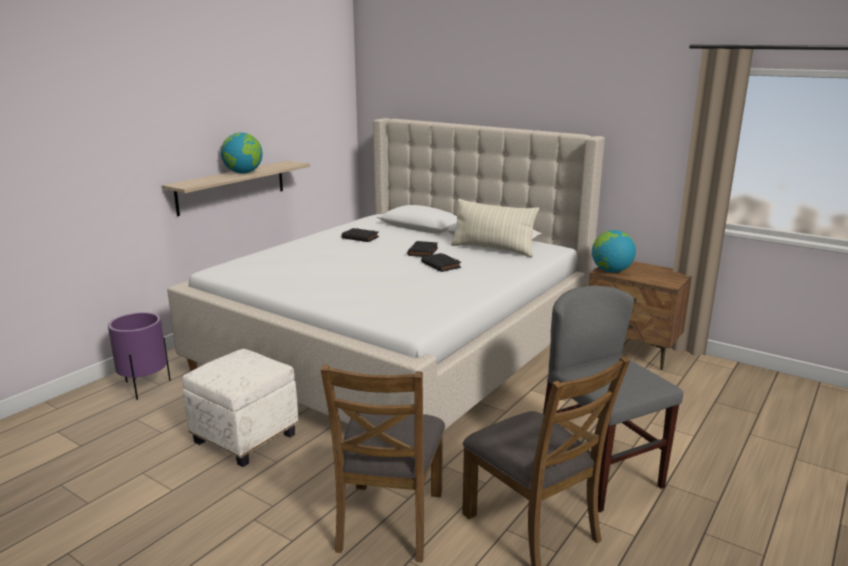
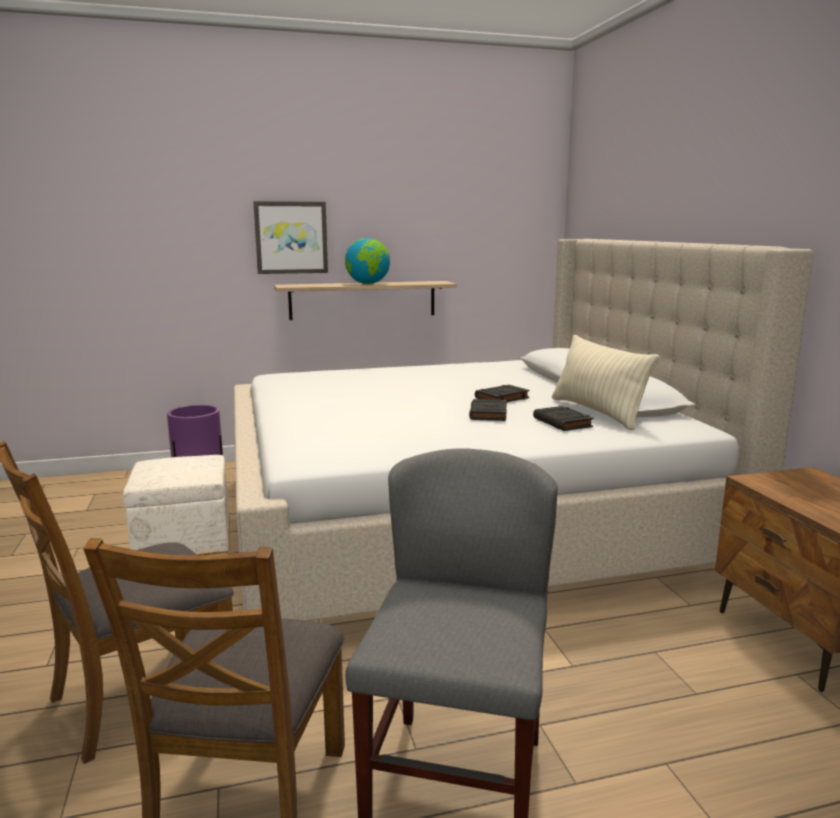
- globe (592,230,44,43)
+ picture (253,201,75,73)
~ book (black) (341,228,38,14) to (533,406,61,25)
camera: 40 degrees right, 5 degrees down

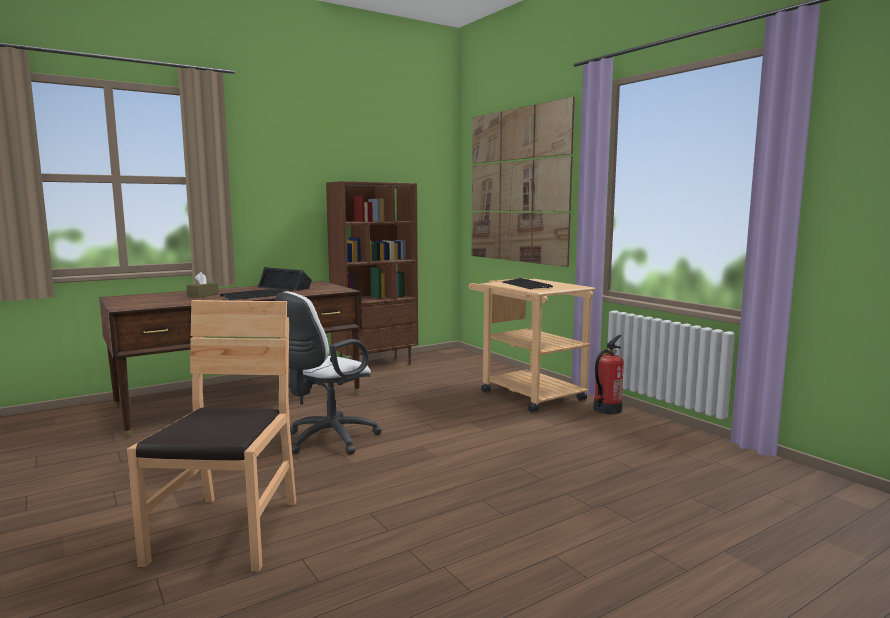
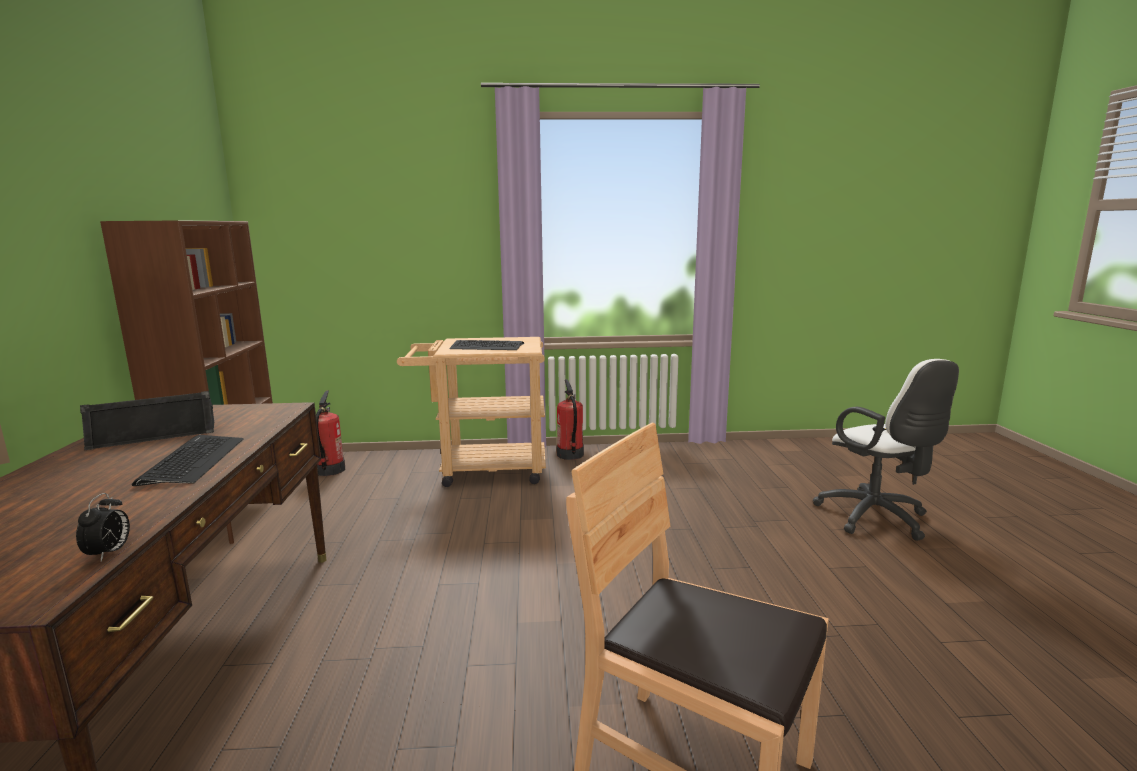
- tissue box (brown) (186,272,33,26)
- picture (472,97,103,170)
+ alarm clock (76,493,54,68)
+ fire extinguisher (316,391,29,85)
~ office chair (white) (275,291,107,164) to (813,359,146,182)
camera: 60 degrees left, 5 degrees up

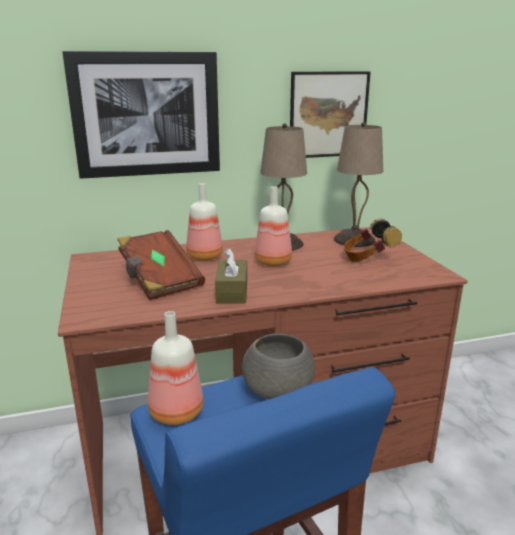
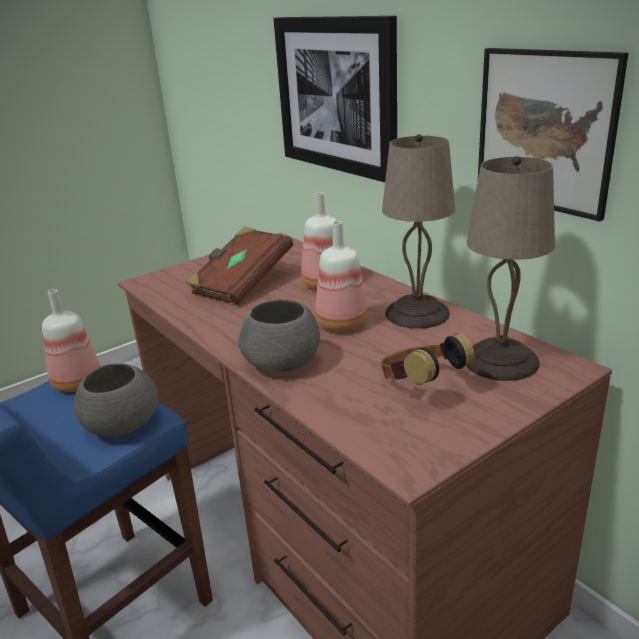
- tissue box (brown) (215,248,32,56)
+ bowl (grey) (237,299,83,73)
camera: 70 degrees right, 5 degrees up

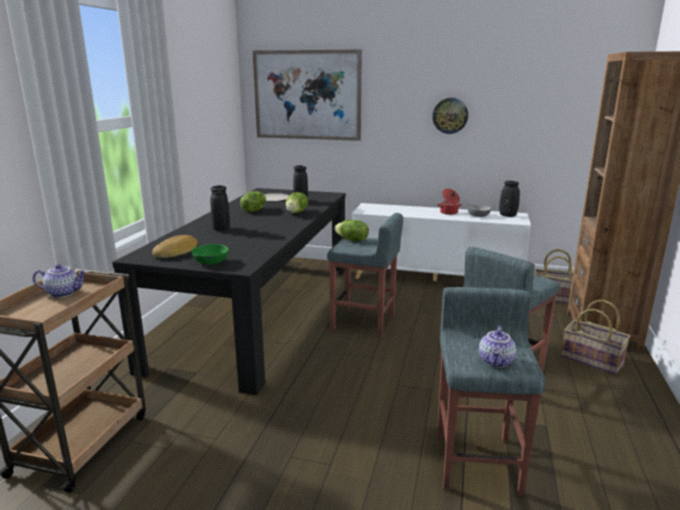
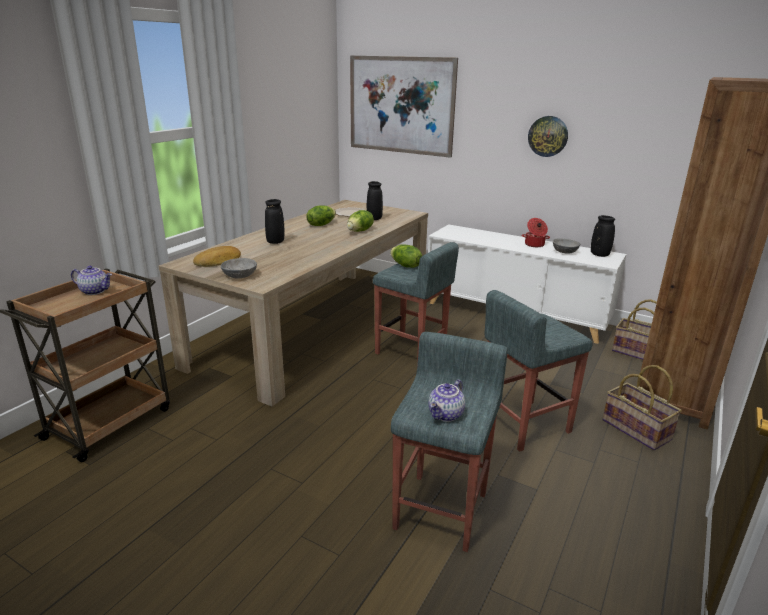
~ dining table (black) (112,188,233,207) to dining table (beige) (159,200,269,206)
~ bowl (green) (191,244,38,21) to bowl (grey) (221,258,36,20)
camera: 15 degrees right, 5 degrees up

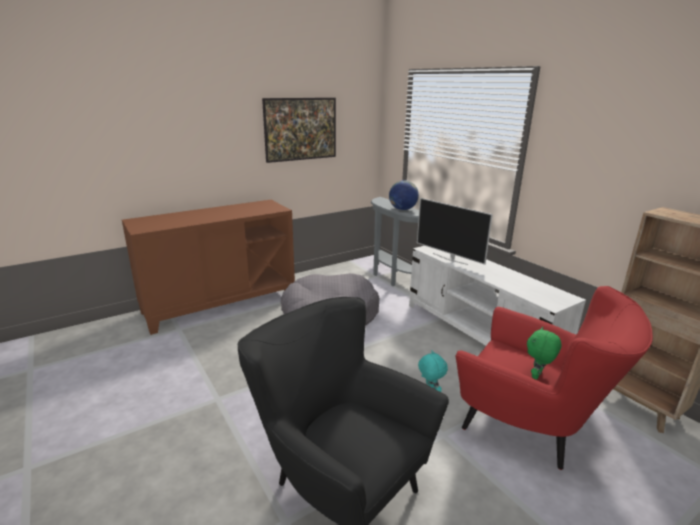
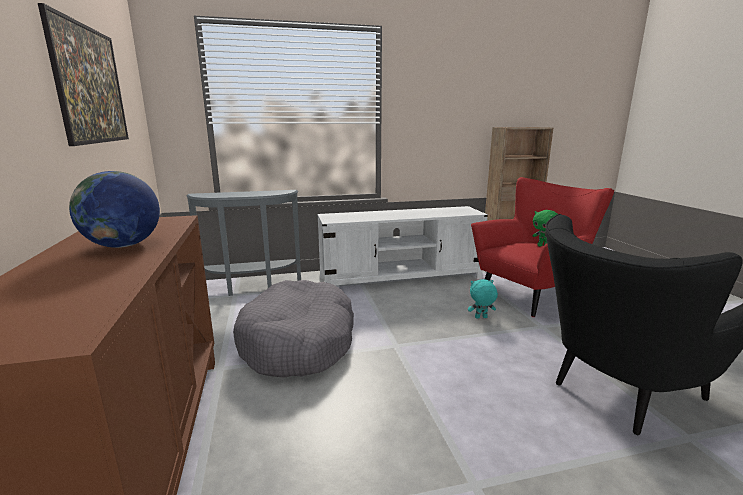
- television (417,198,76,67)
~ globe (389,180,30,30) to (69,171,91,77)
camera: 70 degrees left, 5 degrees down

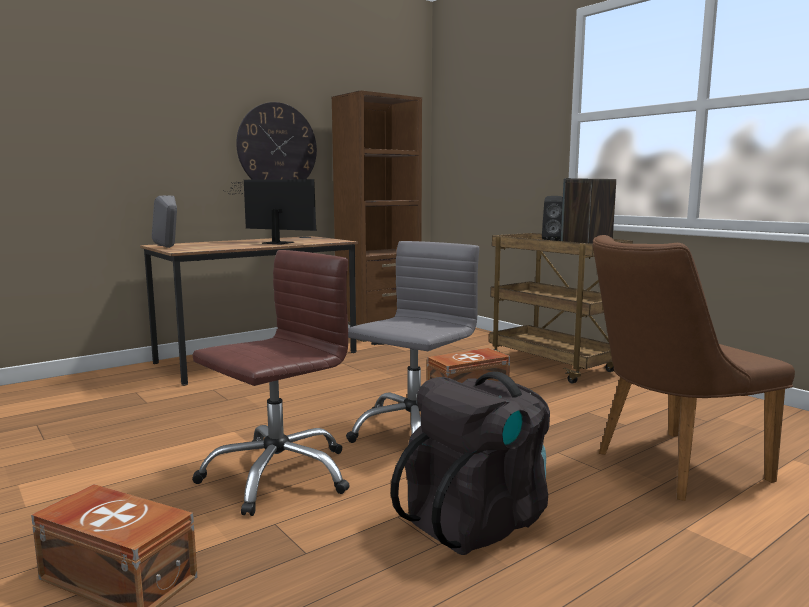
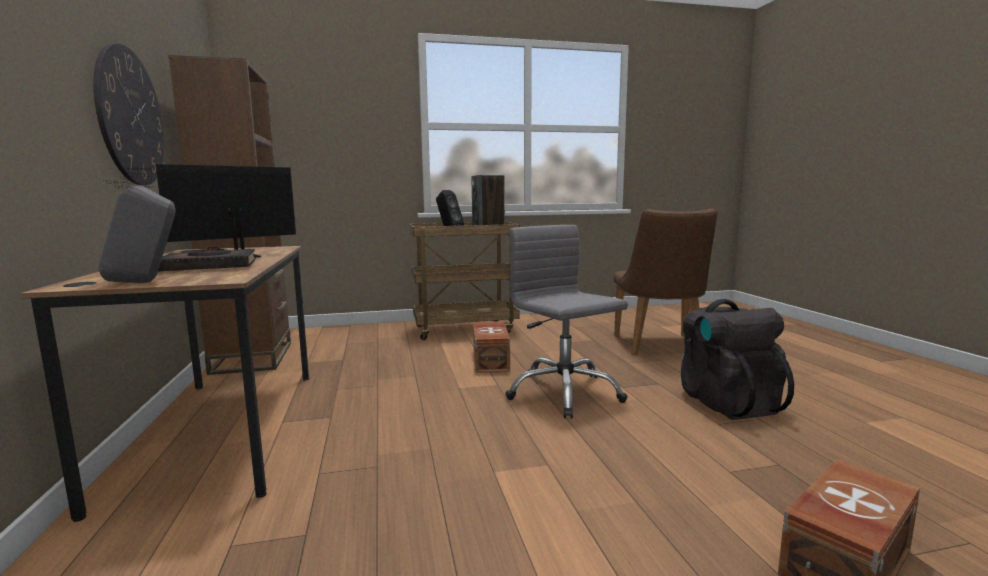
- office chair (brown) (192,250,158,266)
+ book (black) (158,247,98,24)
camera: 65 degrees left, 0 degrees up

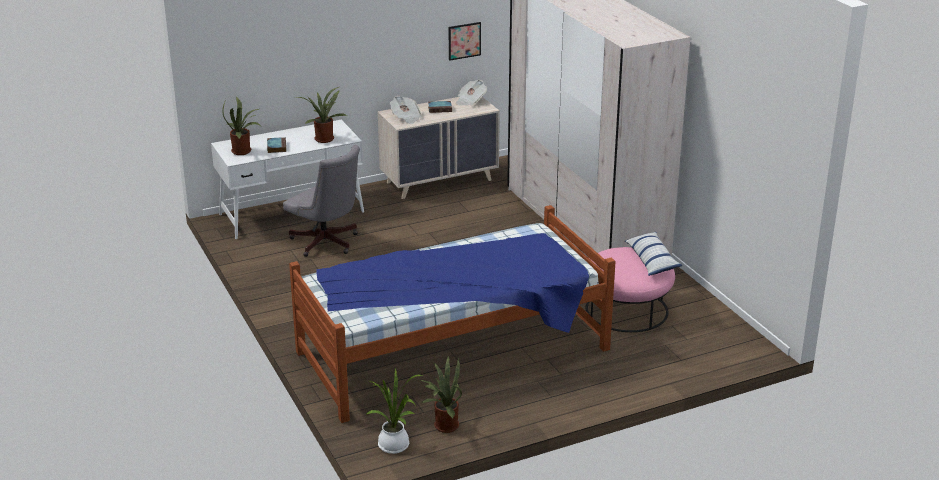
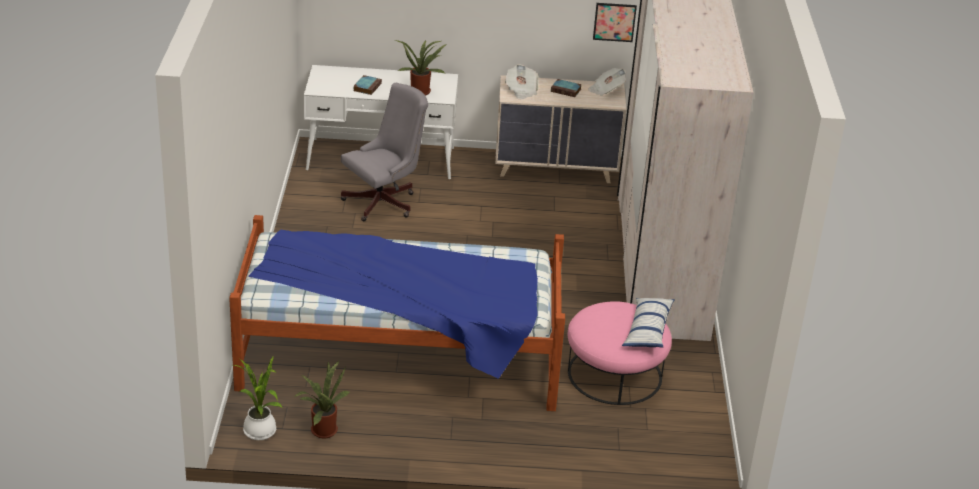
- potted plant (222,97,38,58)
~ office chair (grey) (283,145,77,112) = (341,83,87,138) 105 degrees counterclockwise
camera: 25 degrees right, 5 degrees up

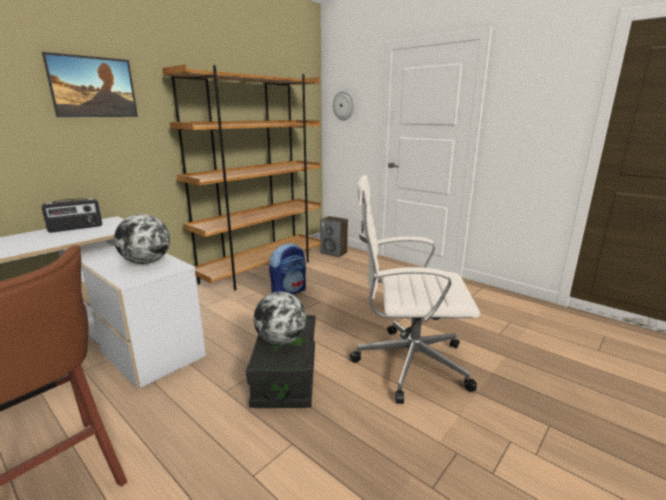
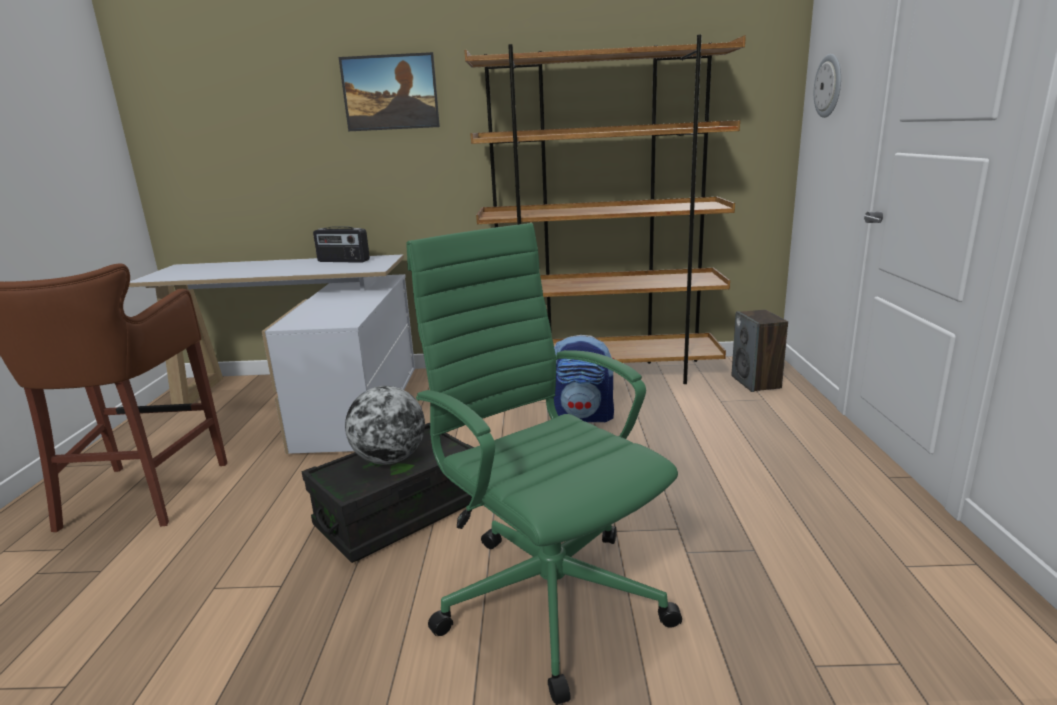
- globe (114,214,56,50)
~ office chair (white) (350,175,130,229) to office chair (green) (406,223,276,482)
camera: 50 degrees right, 0 degrees up

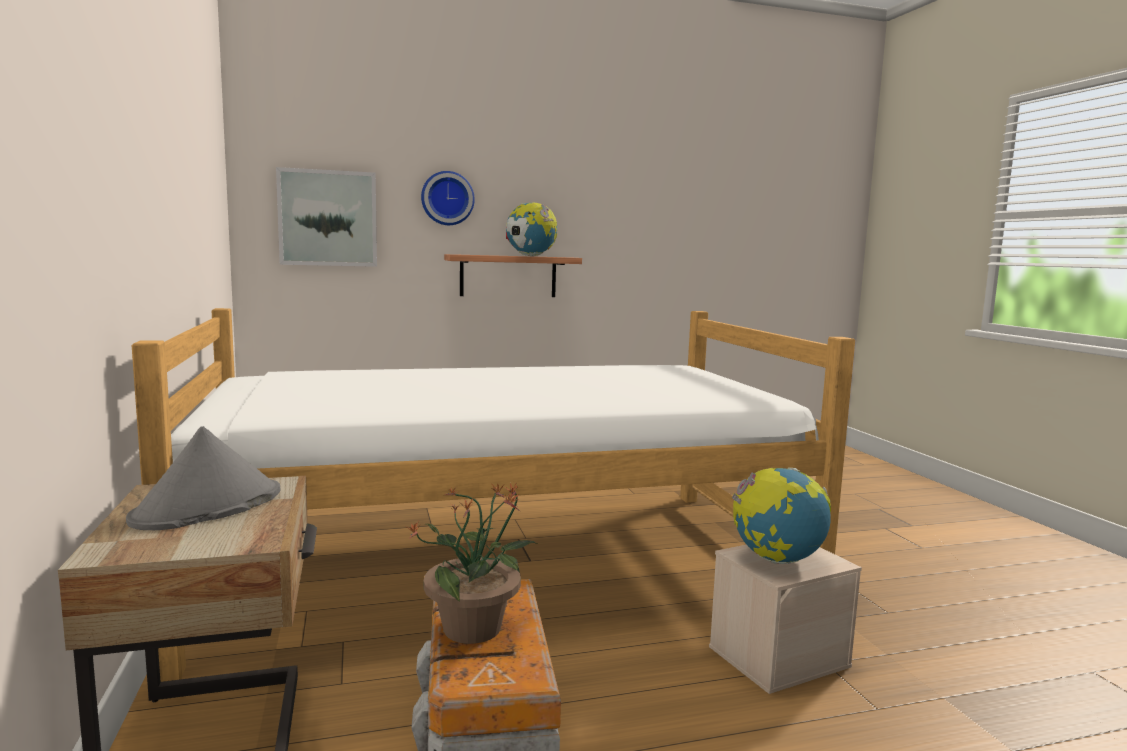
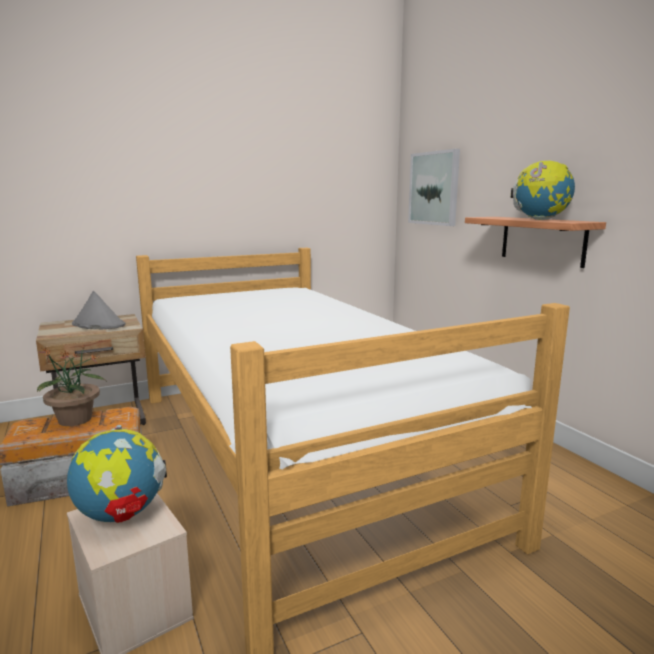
- wall clock (421,171,54,54)
camera: 80 degrees right, 5 degrees up

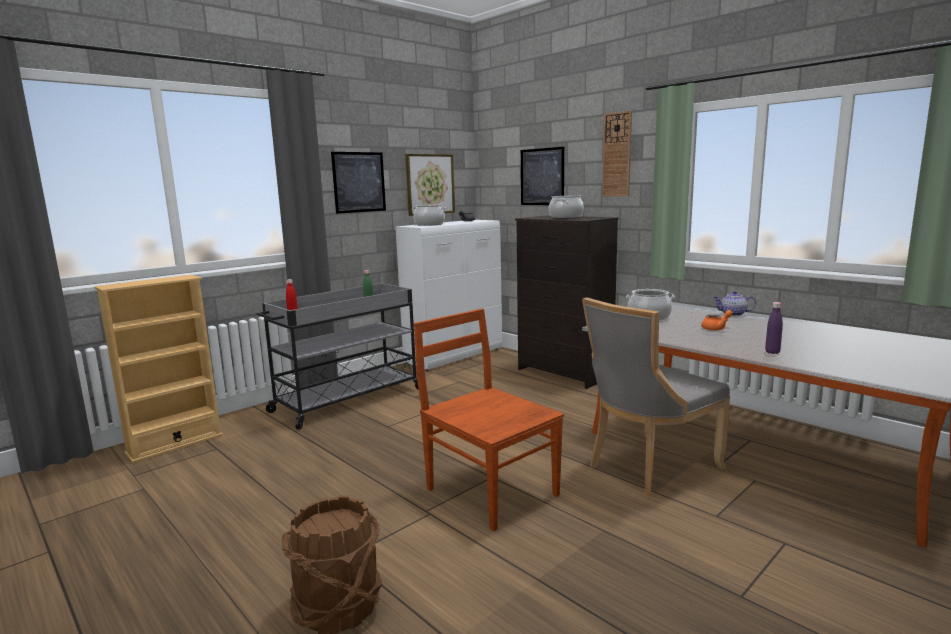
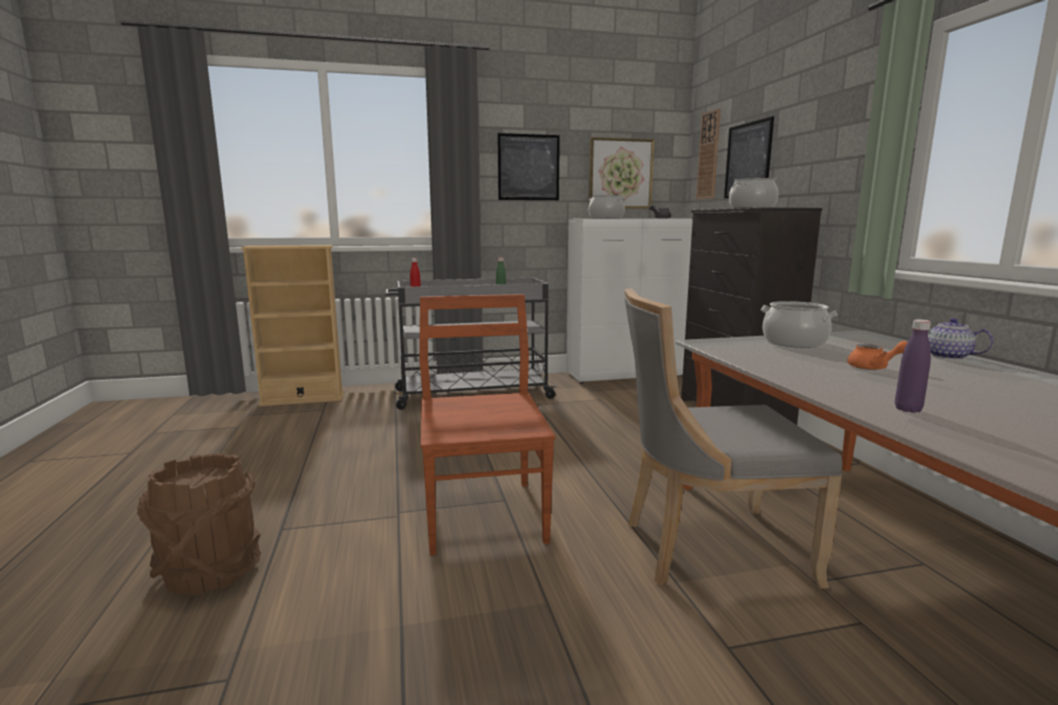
~ wall clock (602,110,30,87) to (696,108,25,91)
camera: 30 degrees right, 0 degrees up

